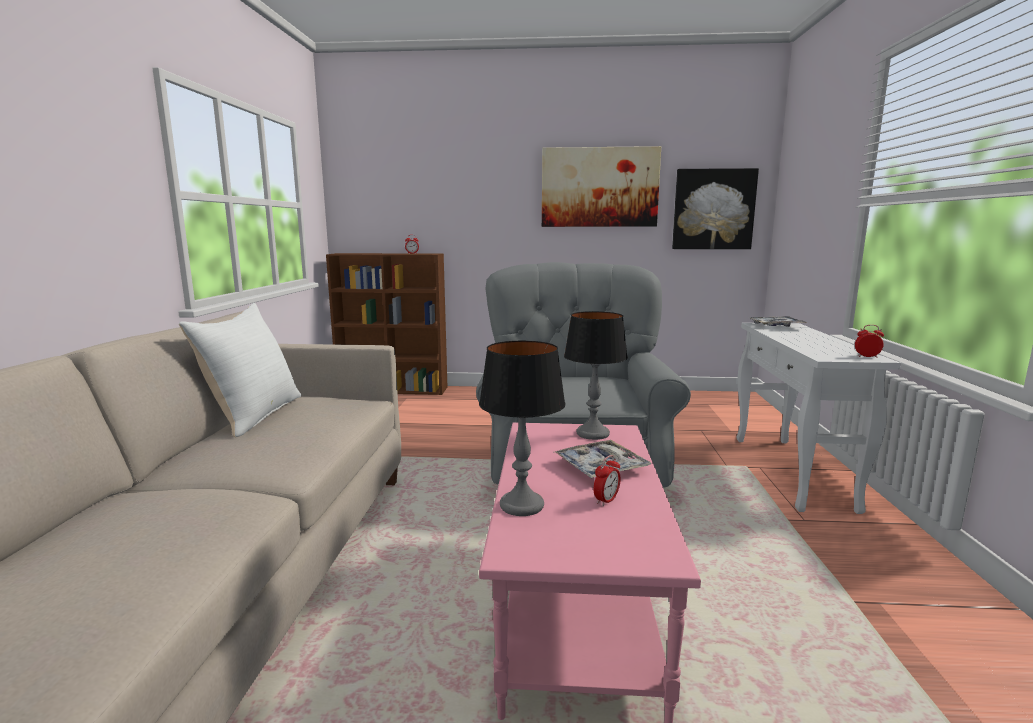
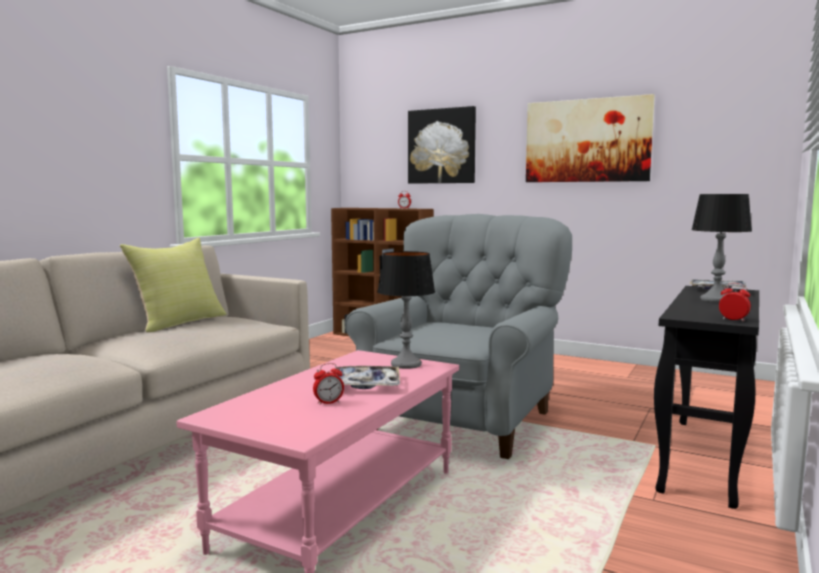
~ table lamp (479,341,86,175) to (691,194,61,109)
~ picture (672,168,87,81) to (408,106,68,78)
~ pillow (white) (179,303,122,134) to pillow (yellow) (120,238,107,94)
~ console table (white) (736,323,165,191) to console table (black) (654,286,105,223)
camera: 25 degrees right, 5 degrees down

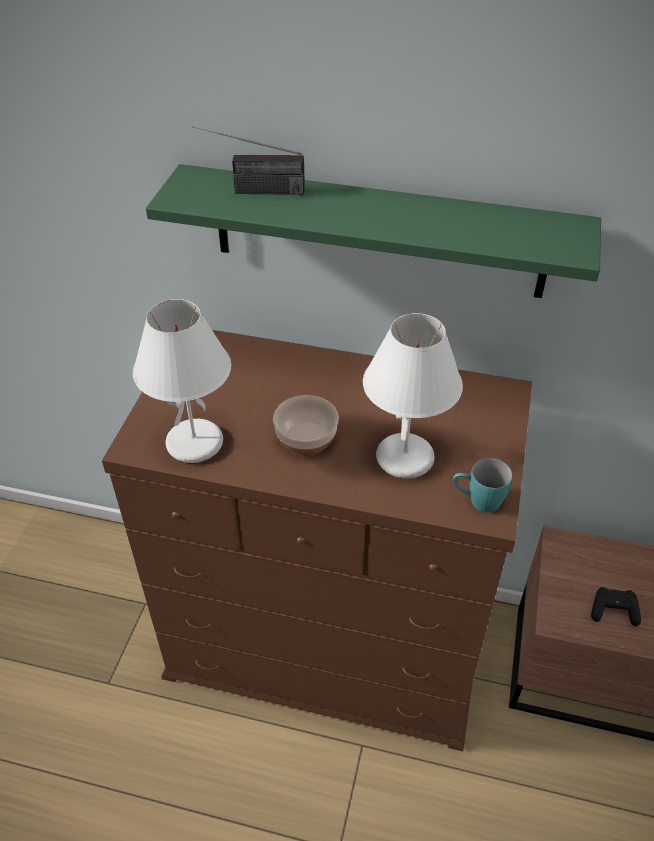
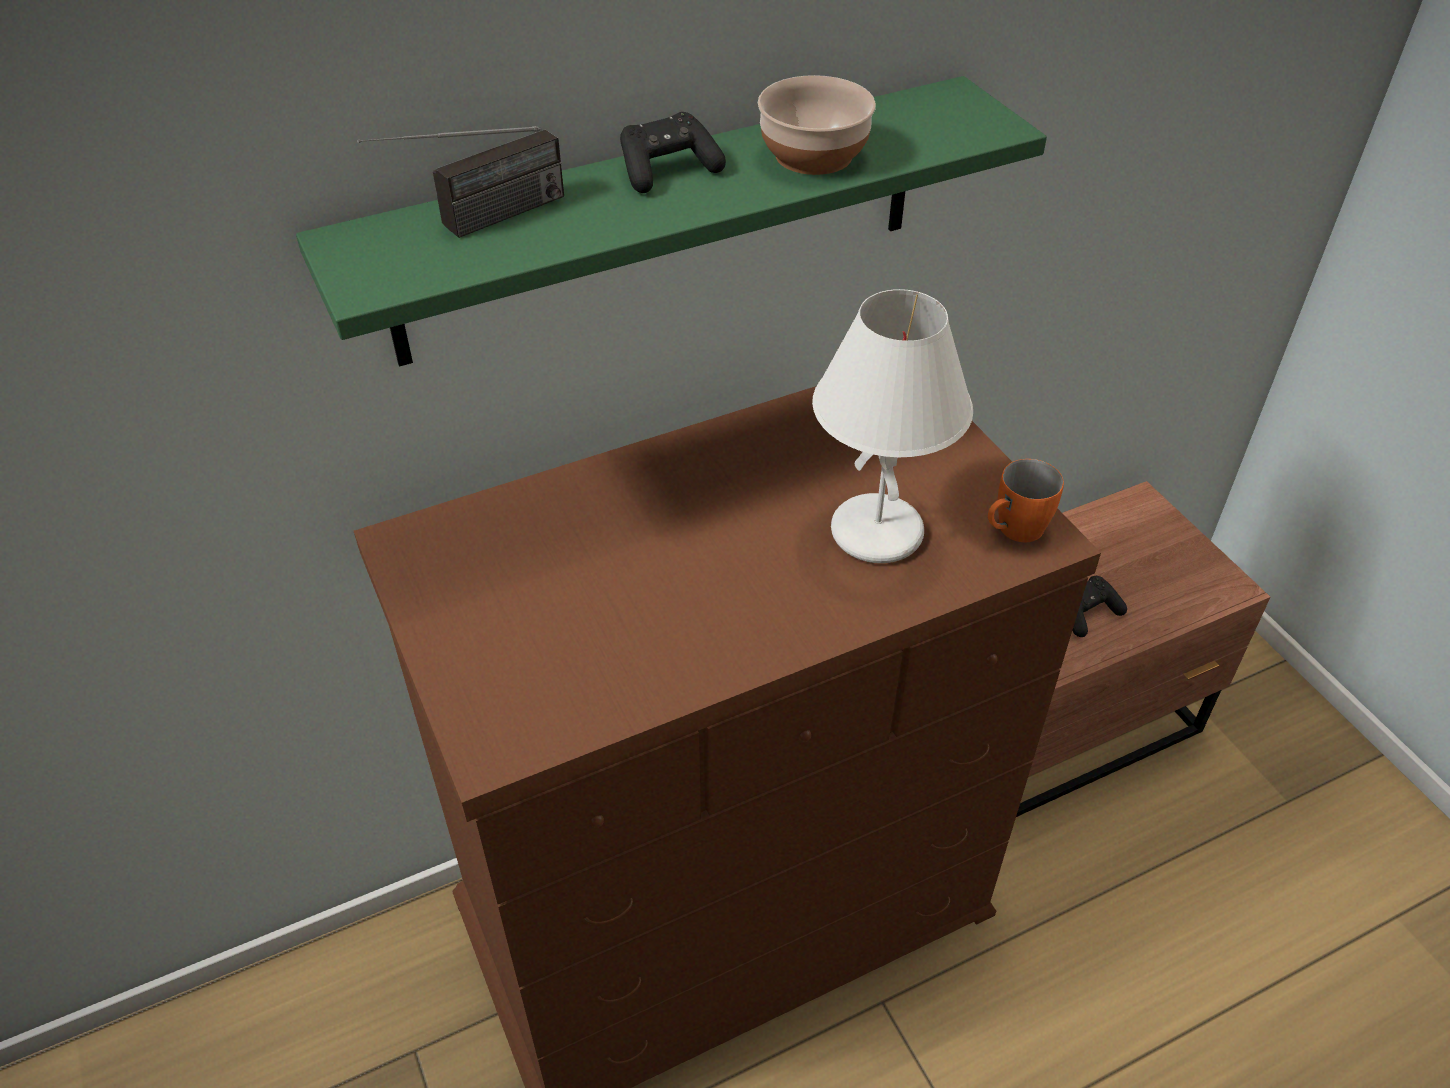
- table lamp (white) (133,299,98,164)
+ game controller (black) (620,112,106,81)
~ bowl (273,395,66,61) to (758,75,118,100)
~ mug (turquoise) (453,458,59,55) to mug (orange) (988,459,76,83)
camera: 40 degrees left, 0 degrees up

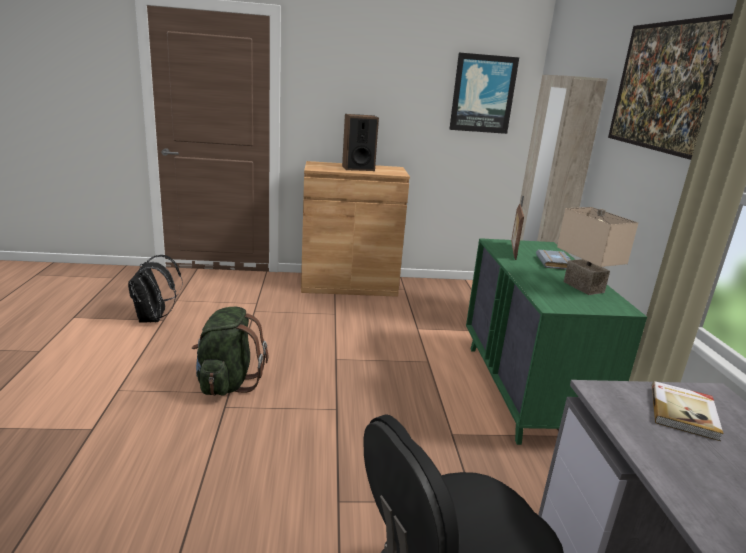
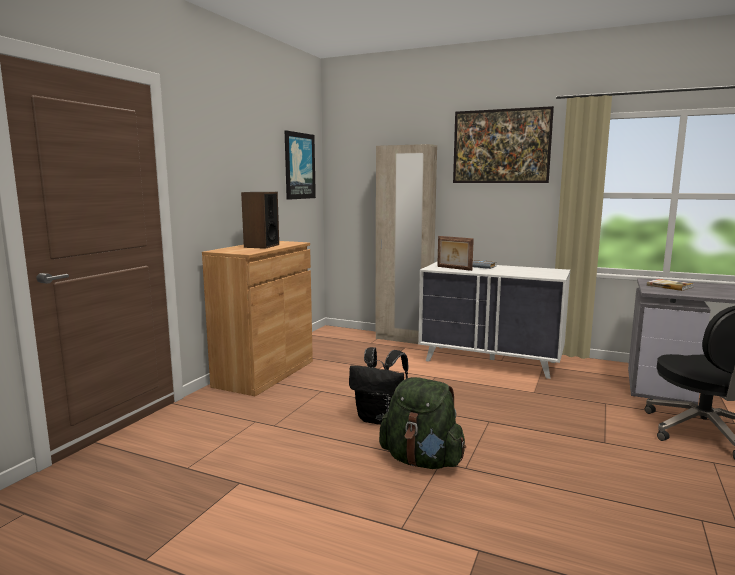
- table lamp (beige) (557,207,81,88)
~ backpack (black) (128,255,55,68) to (349,347,59,78)
~ dresser (green) (466,238,181,207) to dresser (white) (418,261,152,118)
camera: 60 degrees left, 10 degrees down

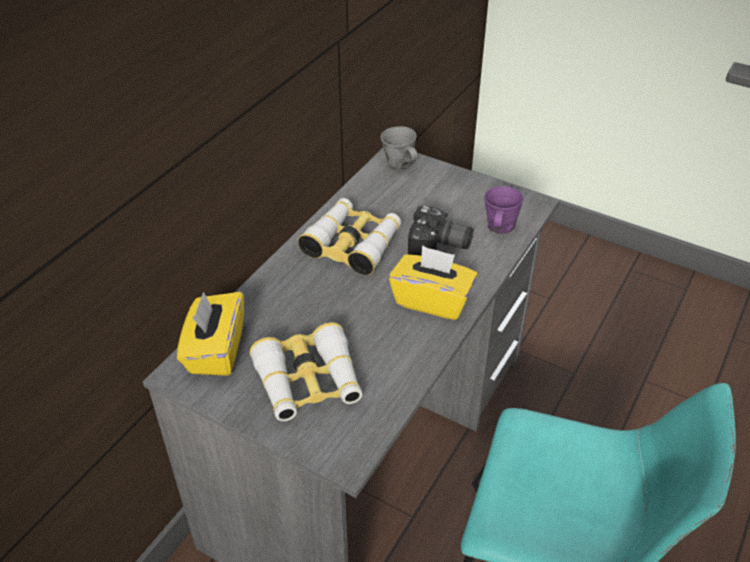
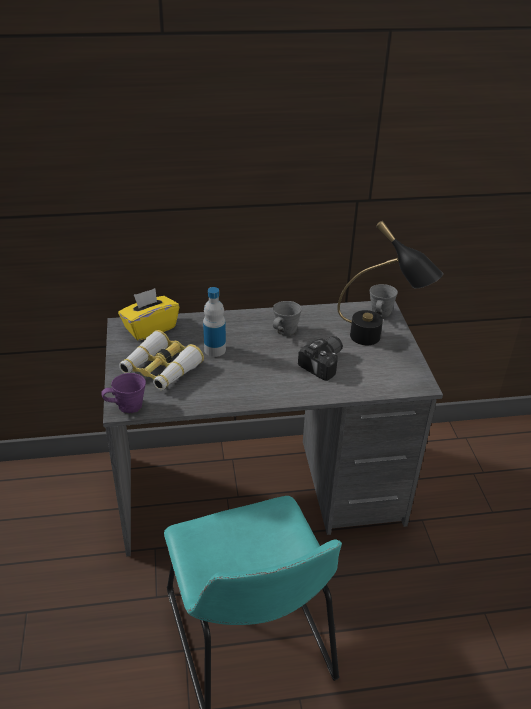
- tissue box (yellow) (389,245,89,75)
+ bottle (203,287,23,70)
+ table lamp (black) (337,221,106,124)
~ mug (purple) (484,186,40,48) to (101,373,45,40)
~ binoculars (298,198,103,77) to mug (grey) (273,301,29,35)
~ photo camera (408,206,66,50) = (298,336,45,45) 120 degrees counterclockwise
camera: 50 degrees right, 5 degrees down

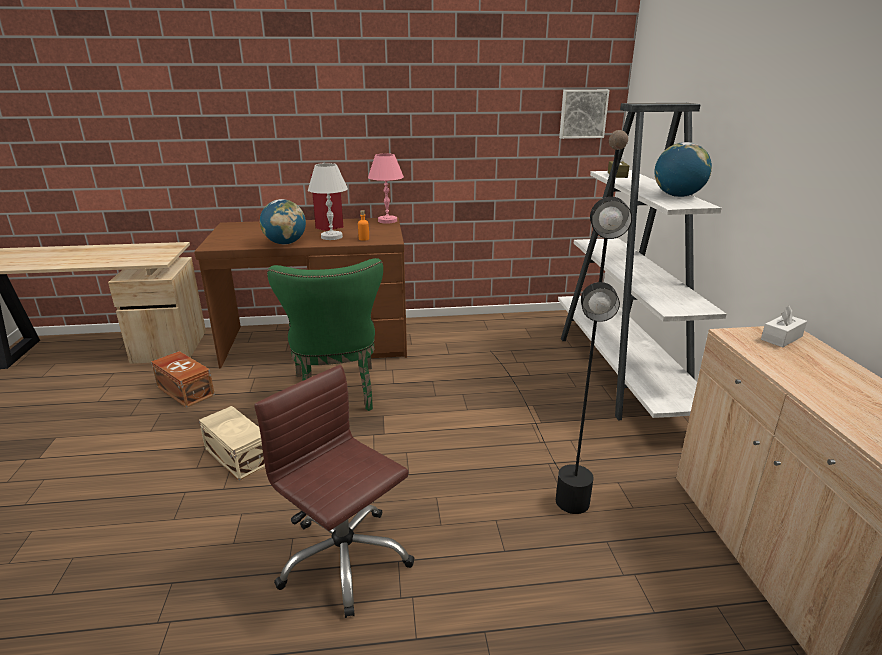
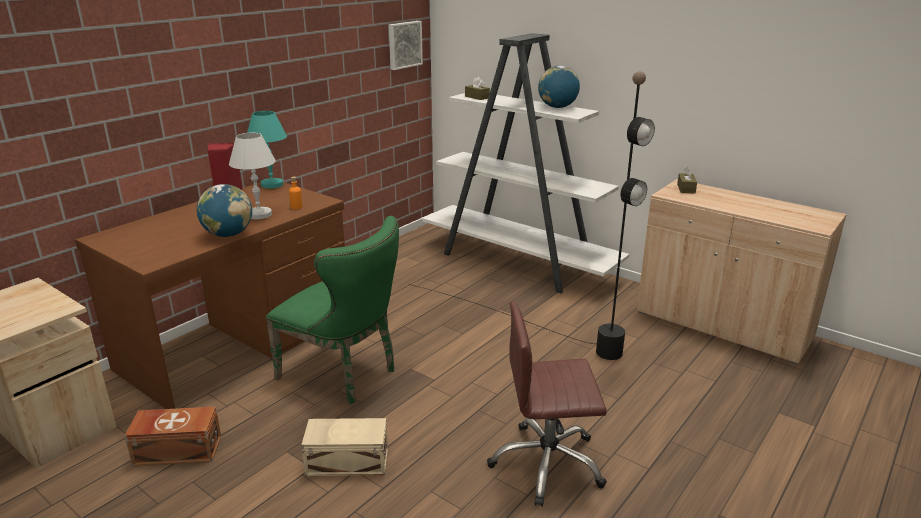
~ table lamp (pink) (368,153,36,71) to table lamp (turquoise) (247,111,40,77)
~ tissue box (white) (761,306,46,42) to tissue box (brown) (677,167,20,27)
camera: 45 degrees left, 0 degrees up

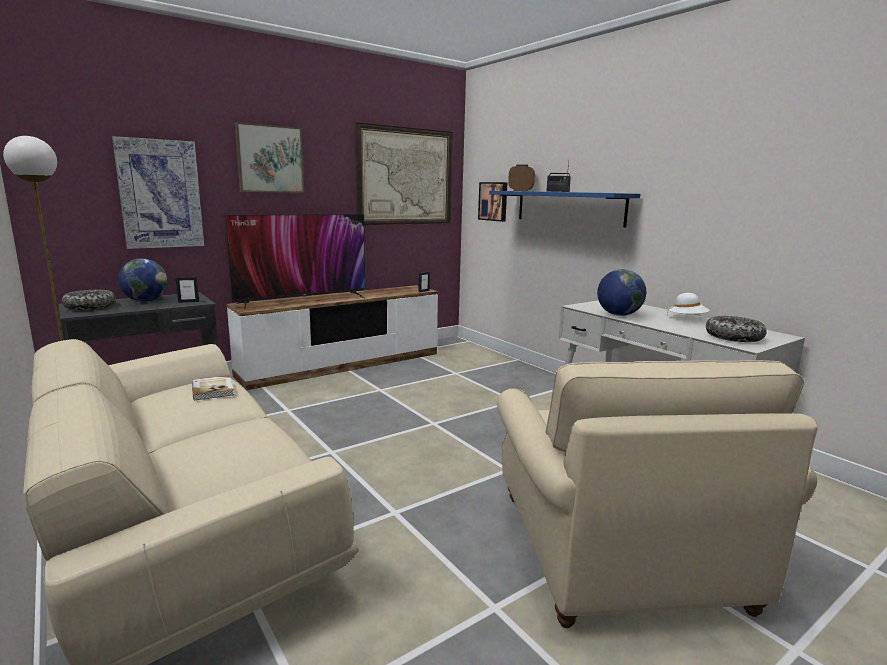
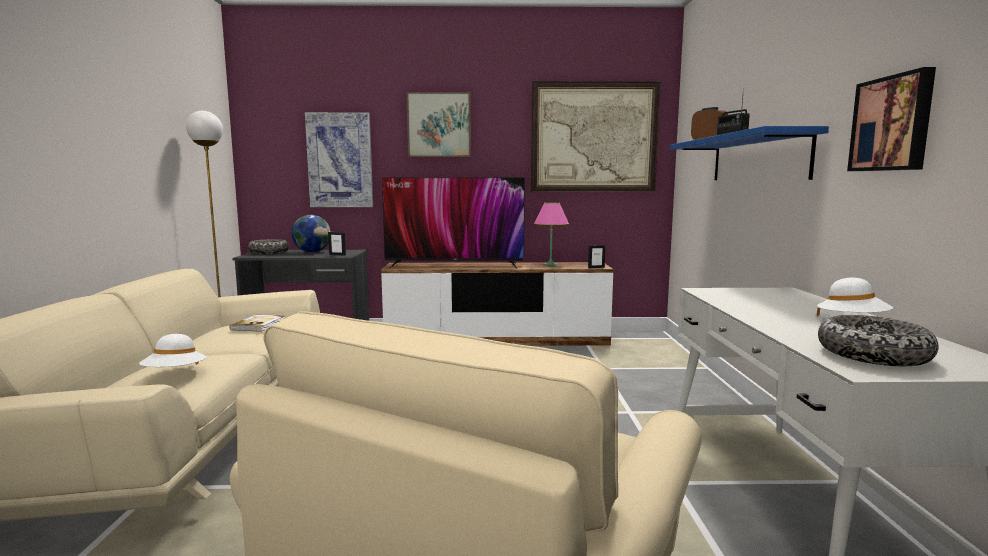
- globe (597,269,49,47)
+ hat (white) (139,334,68,33)
+ table lamp (pink) (534,202,35,63)
~ picture (478,182,29,40) to (847,67,89,104)
camera: 35 degrees right, 5 degrees down

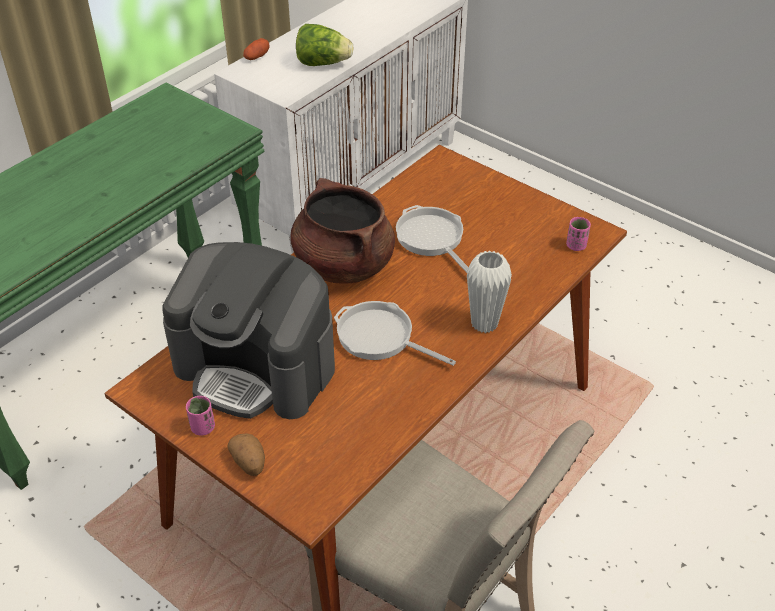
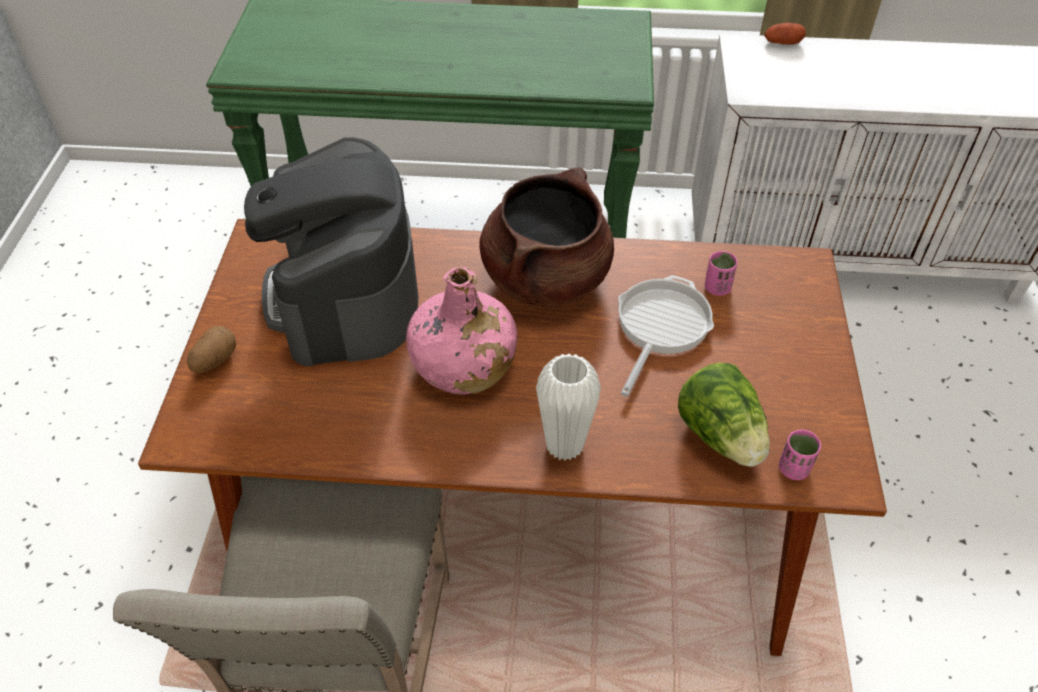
~ cup (pink) (186,396,29,40) to (705,251,33,45)
~ lettuce (296,24,57,42) to (678,363,92,104)
~ frying pan (334,301,122,65) to bottle (pink) (406,267,111,128)
camera: 55 degrees right, 5 degrees up

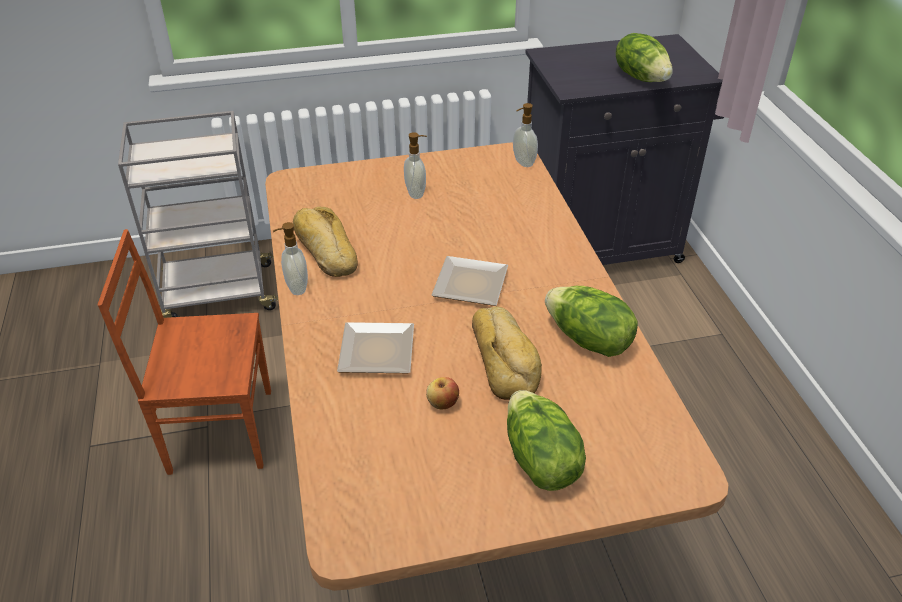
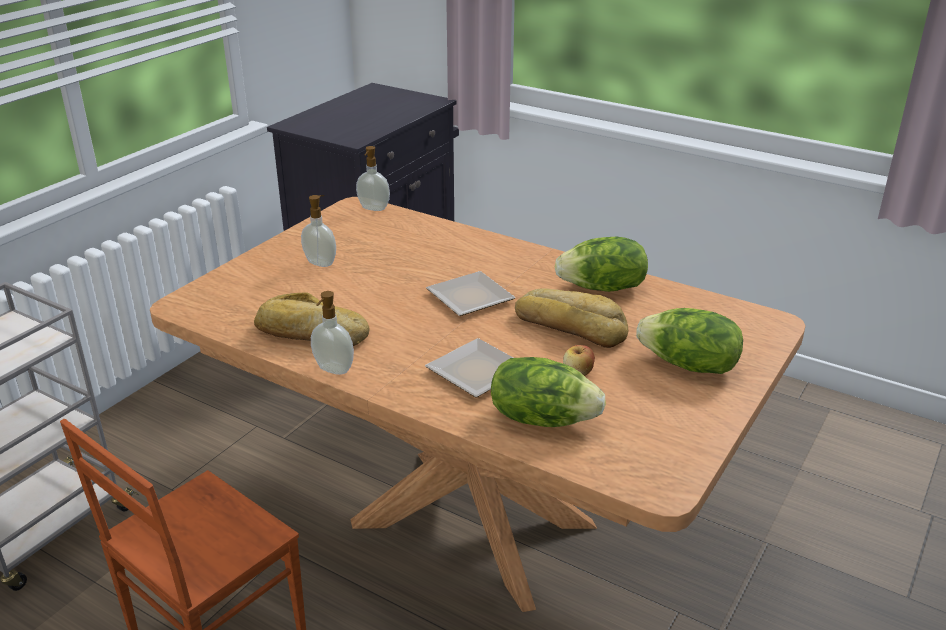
~ lettuce (616,33,57,49) to (491,357,115,70)
camera: 45 degrees left, 10 degrees down

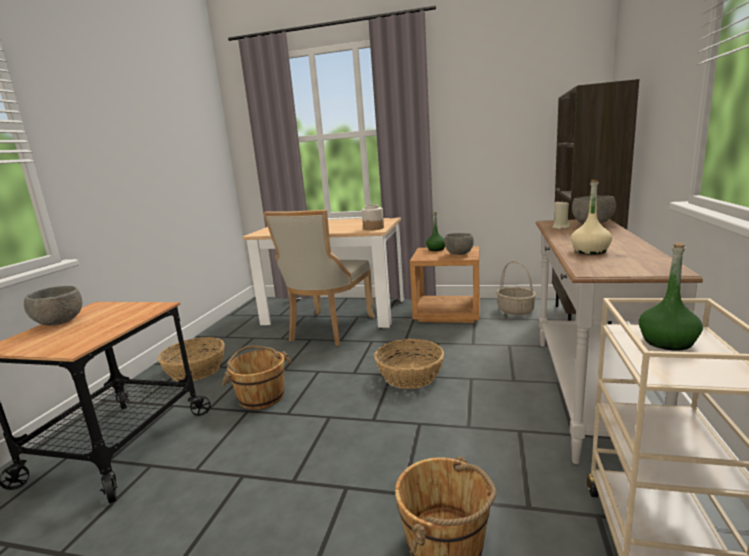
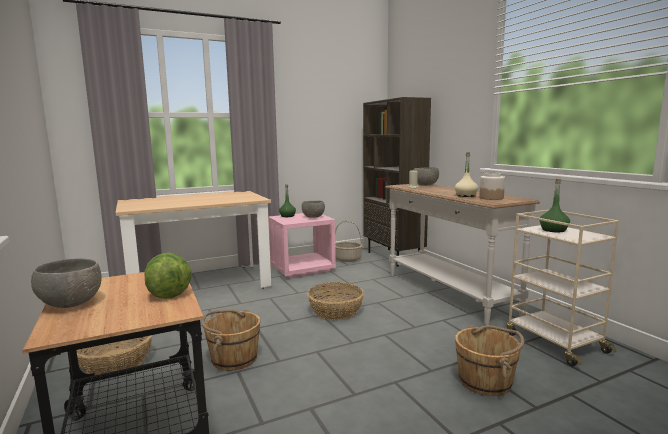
- chair (beige) (263,210,112,136)
+ lettuce (144,253,48,46)
~ jar (362,205,22,25) to (479,173,26,27)
~ nightstand (brown) (410,246,70,77) to nightstand (pink) (268,213,68,65)
camera: 40 degrees left, 5 degrees down

